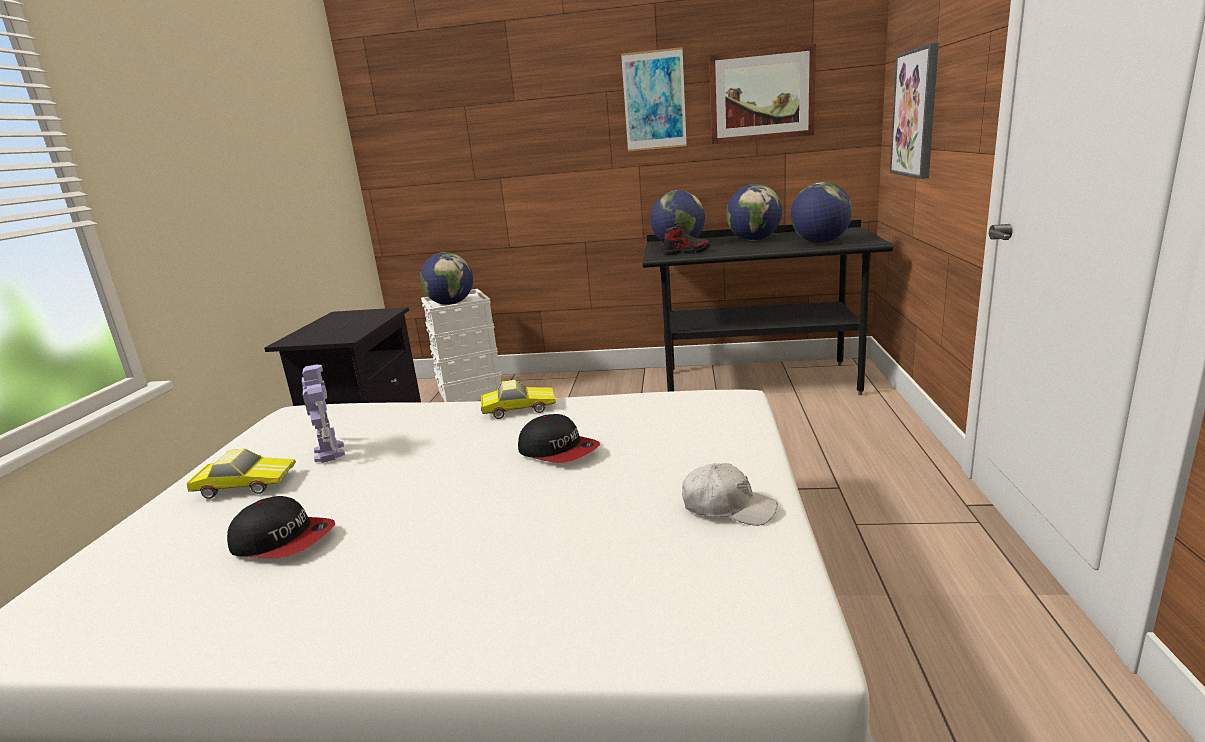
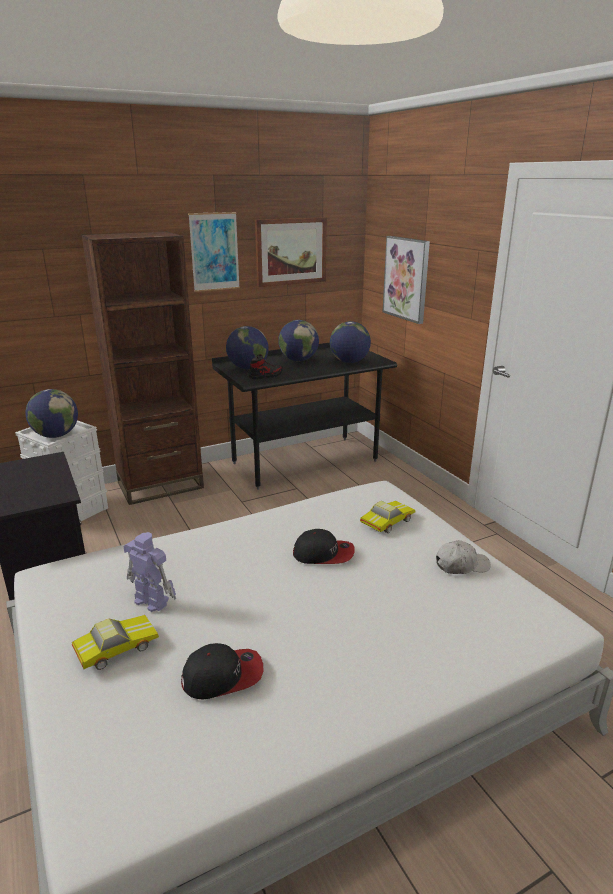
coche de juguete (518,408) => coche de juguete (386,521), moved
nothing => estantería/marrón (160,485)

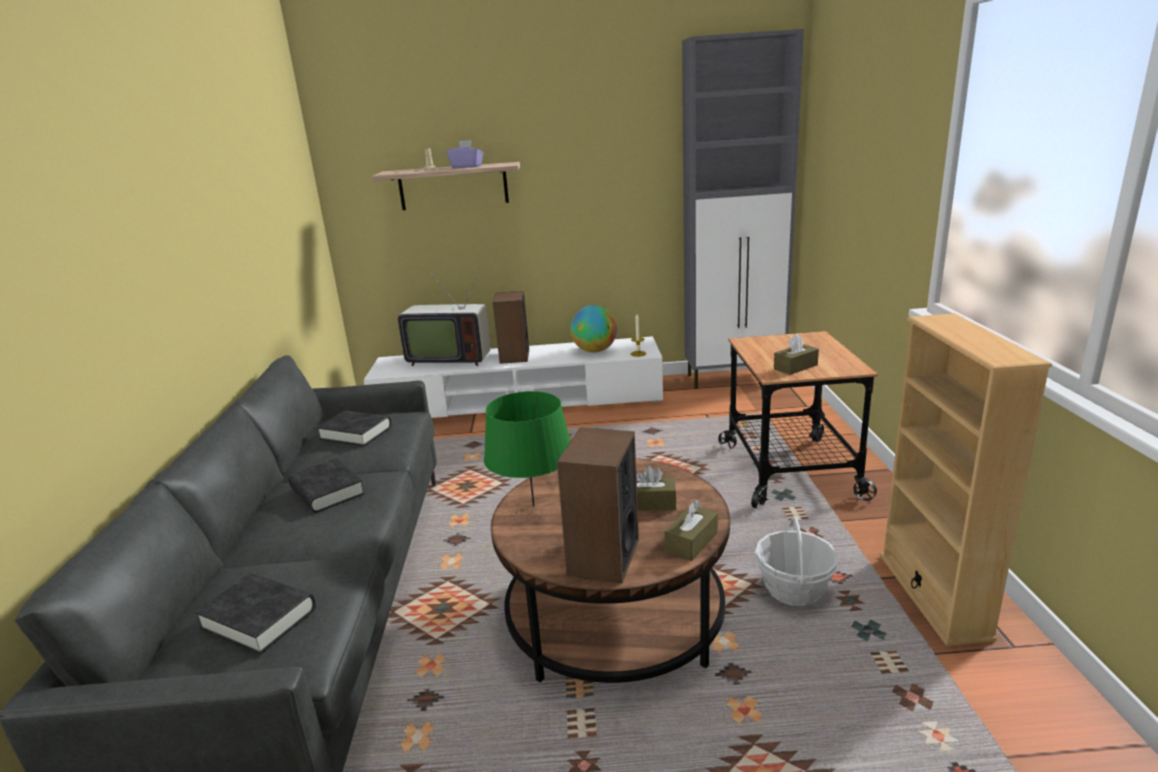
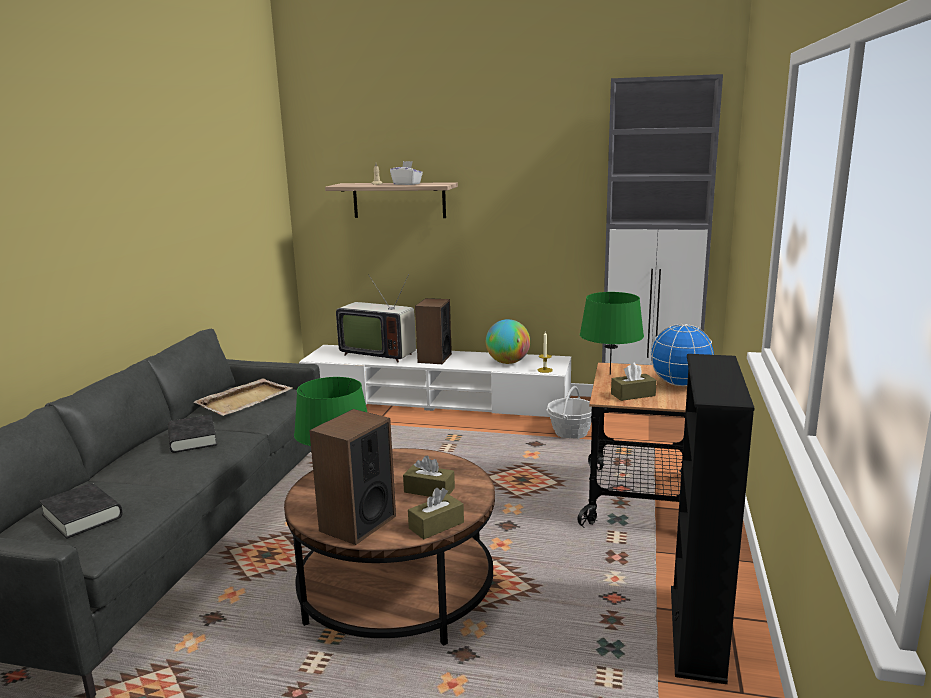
libro/negro (356,433) => bandeja/beis (245,399)
caja de pañuelos/morado (467,167) => caja de pañuelos/blanco (407,184)
cesta (794,590) => cesta (571,432), moved
estantería/beis (933,595) => estantería/negro (697,632)
nothing => lámpara de mesa/verde (609,374)
nothing => globo terráqueo (679,384)

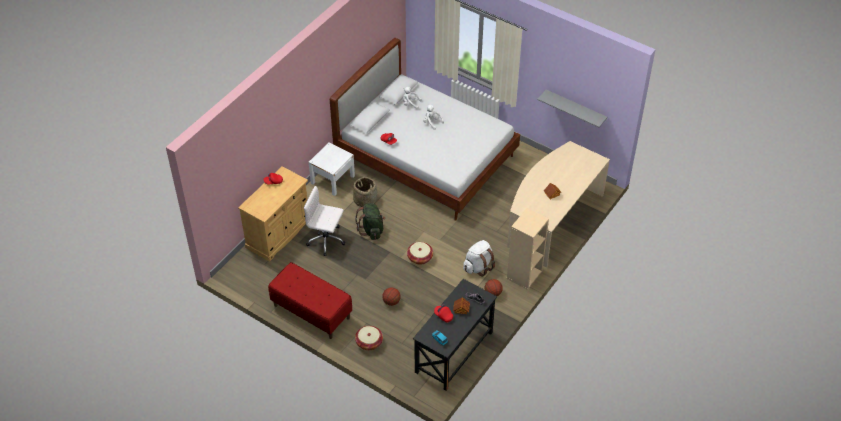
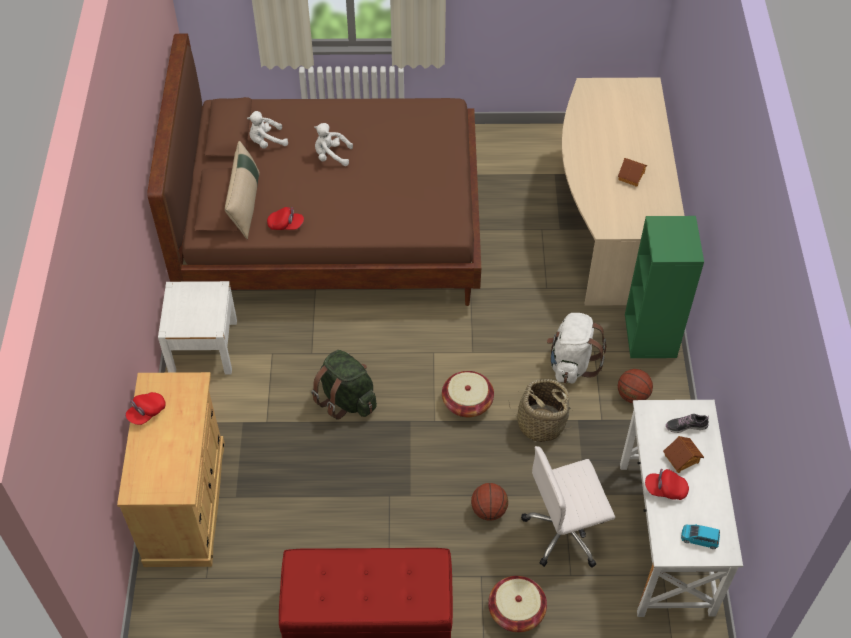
silla de oficina/blanco (326,240) => silla de oficina/blanco (565,532), moved
cama/blanco (426,158) => cama/marrón (332,226)
cesta (365,200) => cesta (540,423), moved
escritorio/negro (454,352) => escritorio/blanco (666,537)
estantería/beis (524,275) => estantería/verde (651,336)
estante/gris (575,109) => nothing
nothing => cojín/beis (245,204)

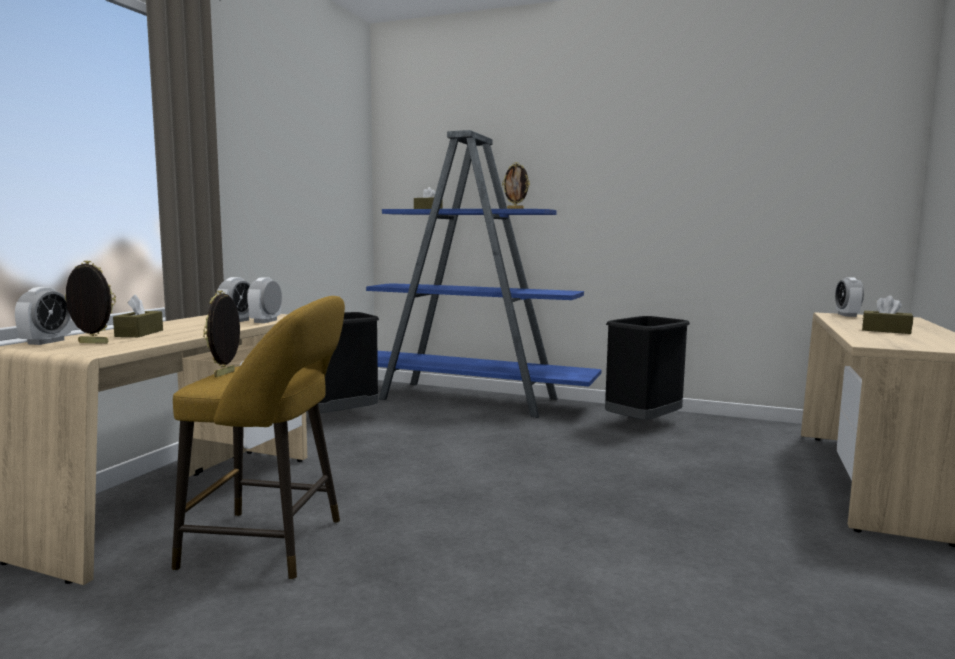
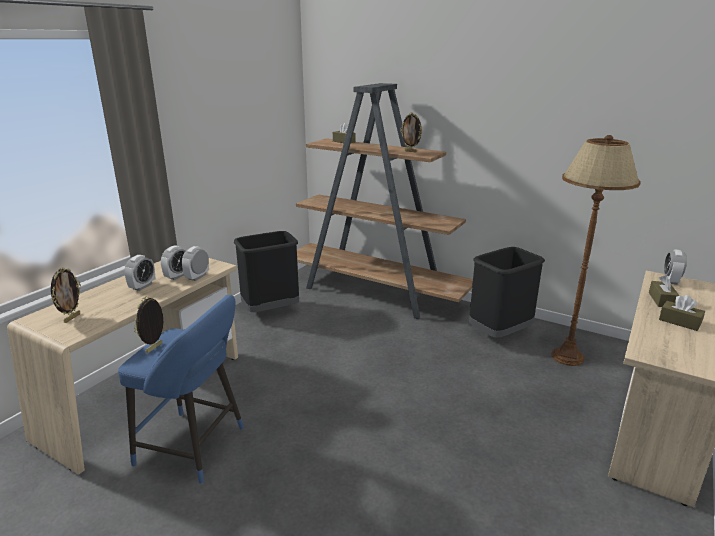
despertador (46,342) => despertador (142,286), moved
portarretratos (92,343) => portarretratos (71,318), 90 degrees clockwise
caja de pañuelos/marrón (139,333) => caja de pañuelos/marrón (662,300), moved
taburete/amarillo (272,545) => taburete/azul (196,447)
estantería/azul (471,399) => estantería/marrón (375,292)
nothing => lámpara de pie/marrón (567,357)

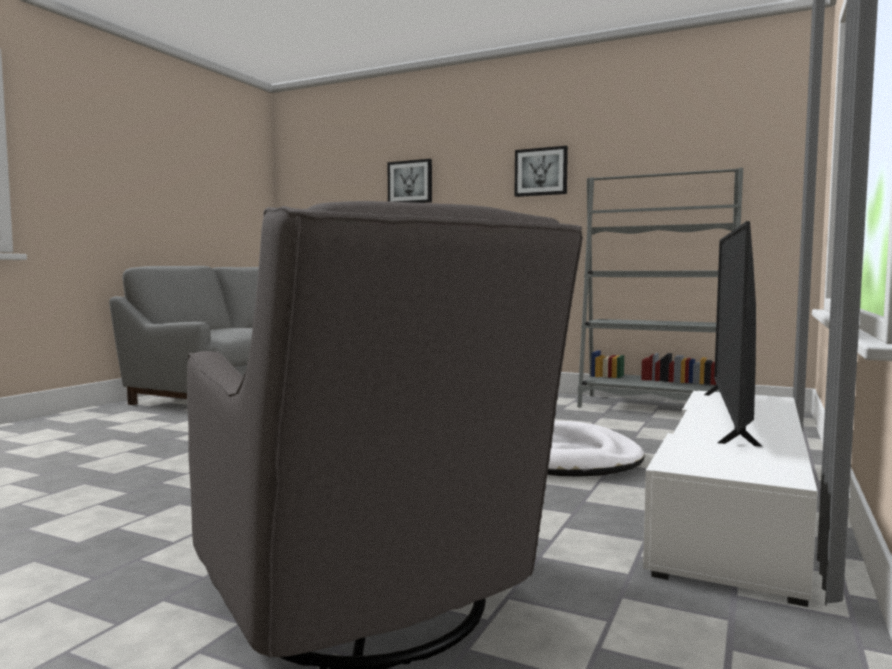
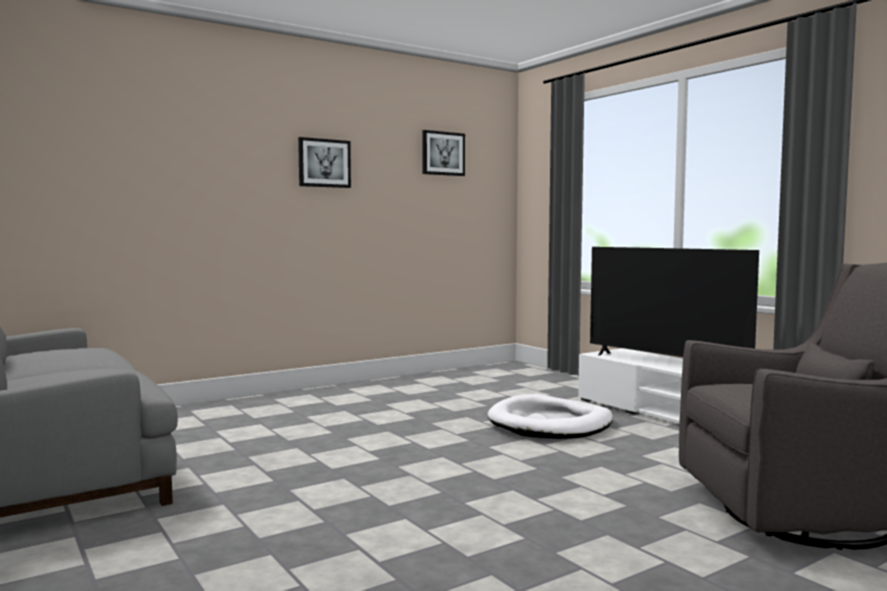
cuadro (410,182) => cuadro (443,153), moved
estantería/gris (654,407) => nothing

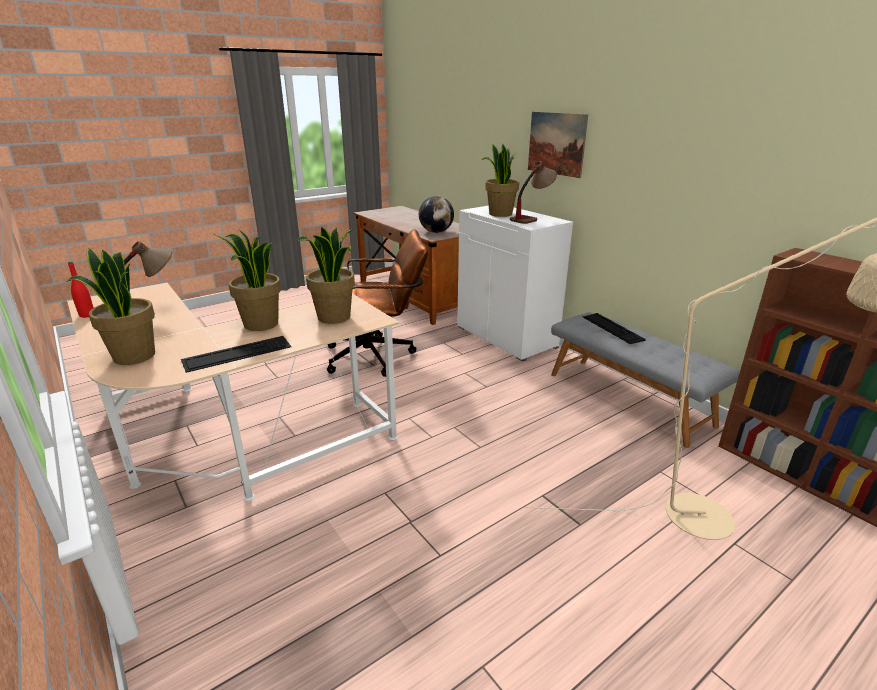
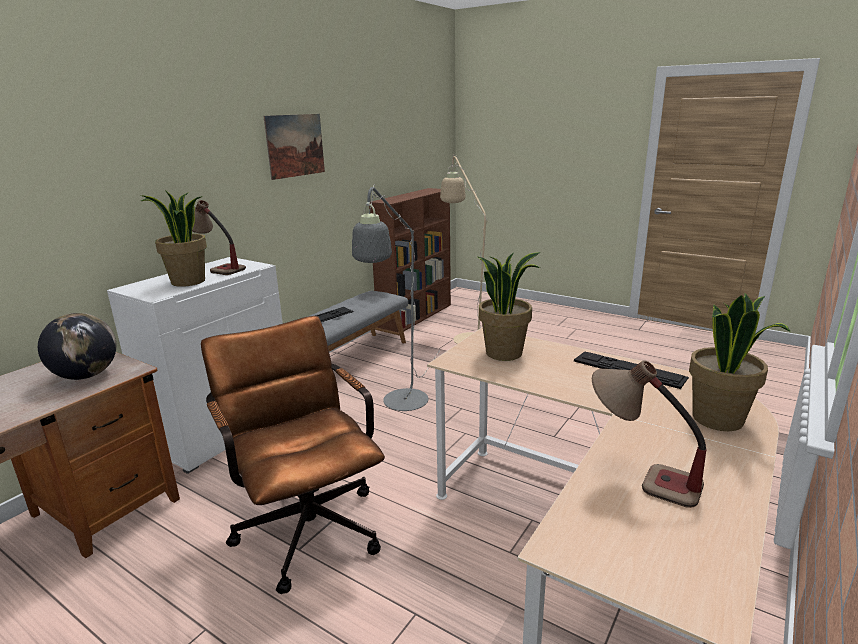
botella/rojo (87,315) => nothing
planta en maceta (260,324) => nothing
cuadro (556,144) => cuadro (295,145), moved
nothing => lámpara de pie/gris (402,405)

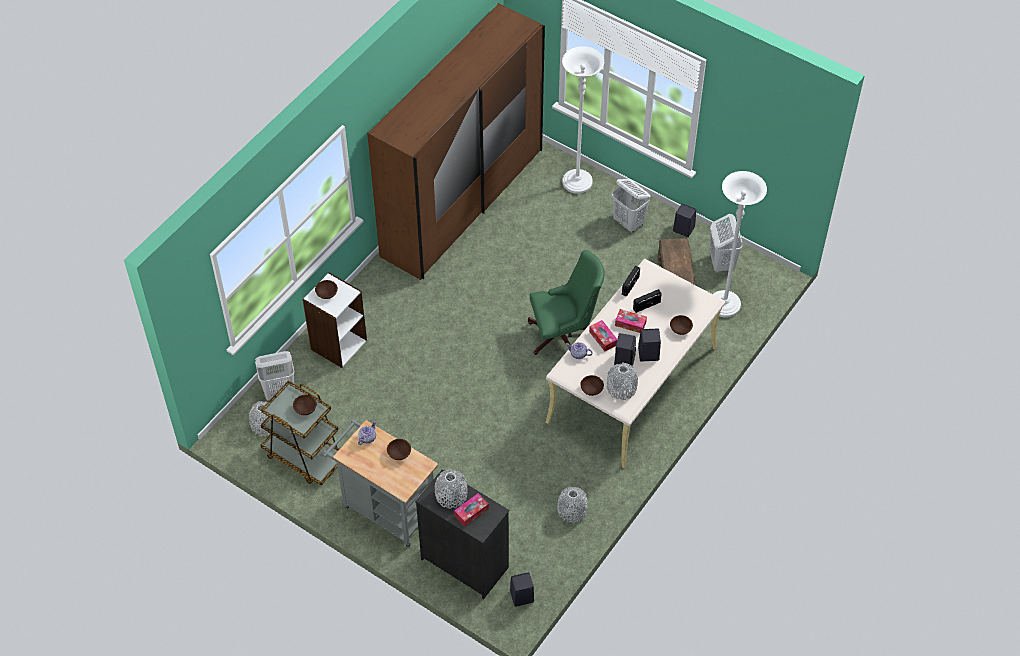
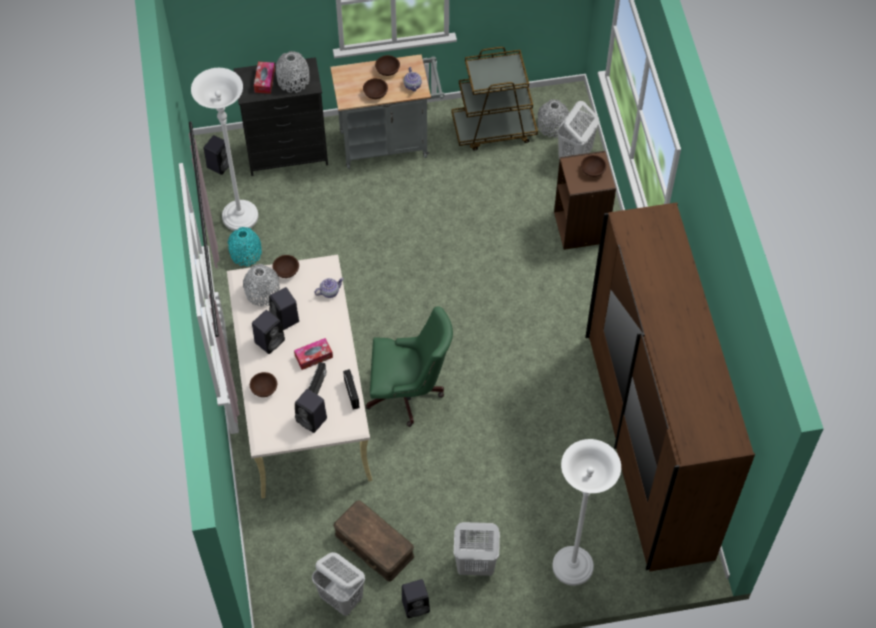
cuenco/marrón (305,408) => cuenco/marrón (388,70), moved
estantería/blanco (338,344) => estantería/marrón (581,227)
silla de oficina/verde (564,335) => silla de oficina/verde (409,393), 120 degrees counterclockwise
florero/gris (572,510) => florero/turquesa (246,253)
caja de pañuelos (603,338) => nothing
lámpara de pie/blanco (724,305) => lámpara de pie/blanco (240,217), moved
nothing => altavoz/negro (312,420)

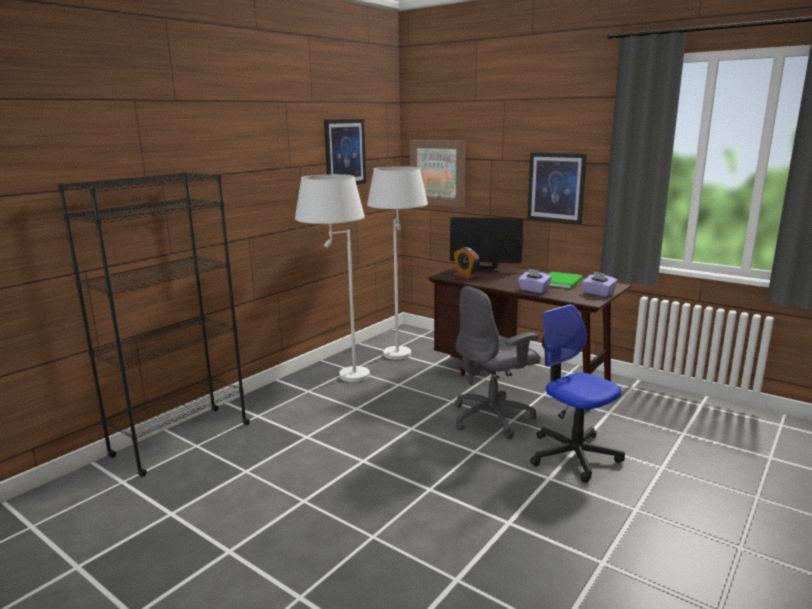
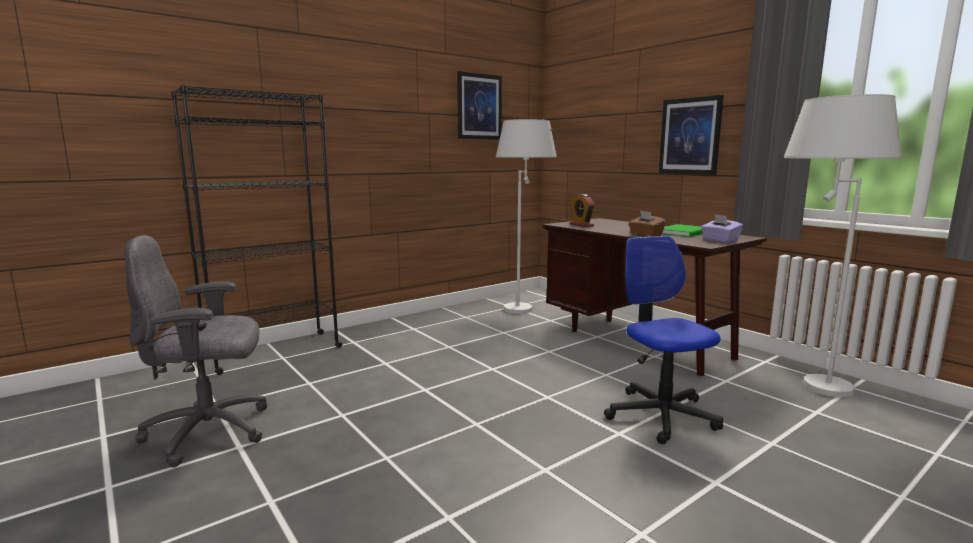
lámpara de pie/blanco (338,379) => lámpara de pie/blanco (807,389), moved
cuadro (438,172) => nothing
monitor (485,269) => nothing
silla de oficina/gris (493,418) => silla de oficina/gris (210,432), moved
caja de pañuelos/morado (533,290) => caja de pañuelos/marrón (645,235)

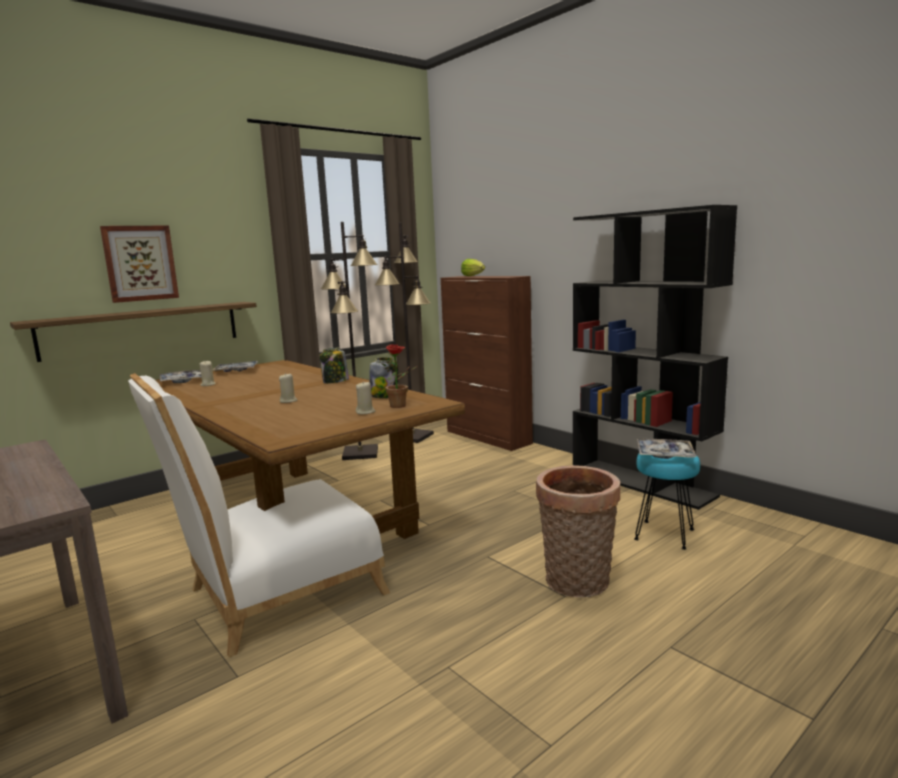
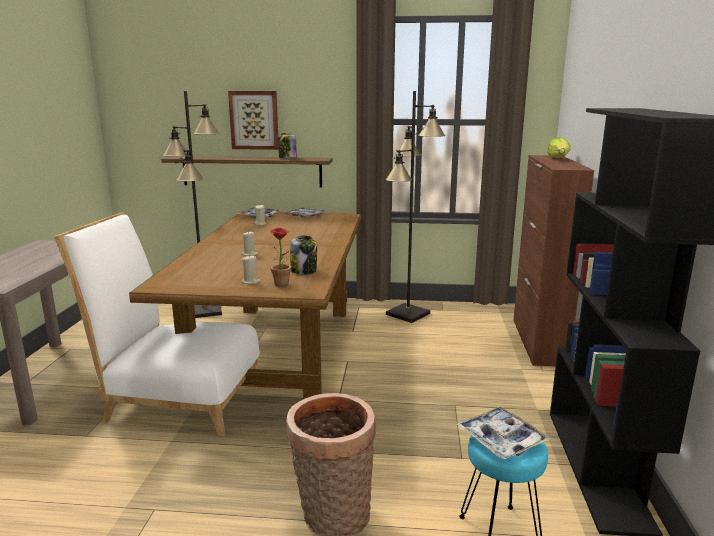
tarro (335,382) => tarro (287,158), moved
lámpara de pie/negro (413,436) => lámpara de pie/negro (205,311), moved

